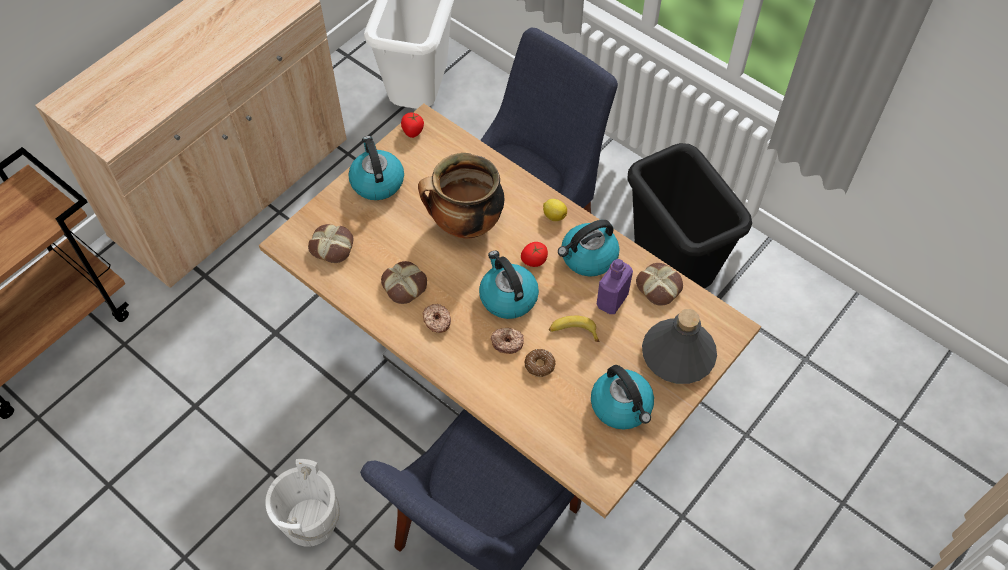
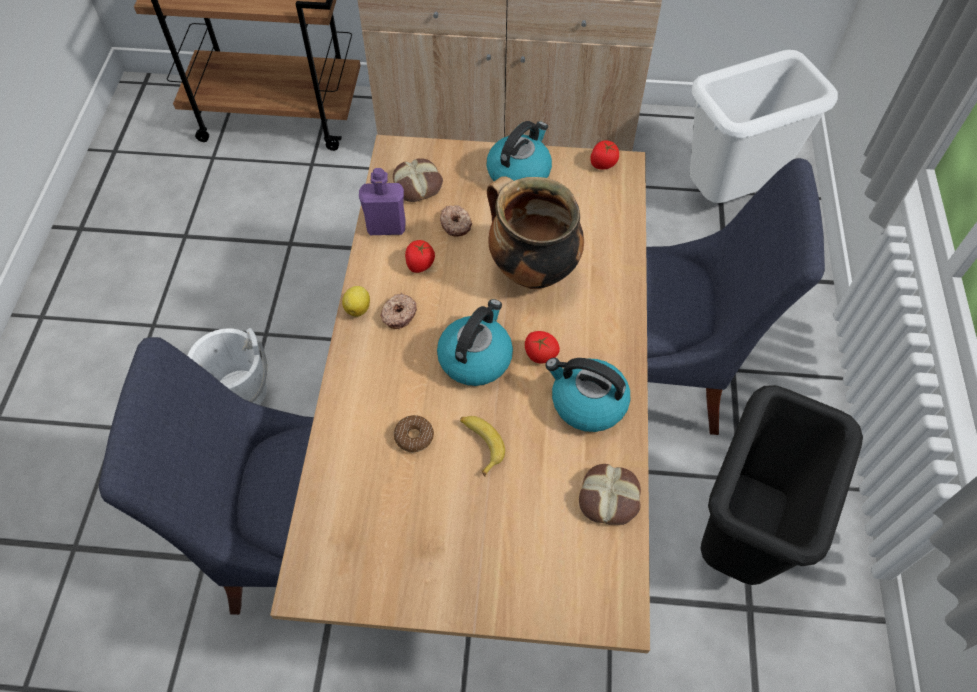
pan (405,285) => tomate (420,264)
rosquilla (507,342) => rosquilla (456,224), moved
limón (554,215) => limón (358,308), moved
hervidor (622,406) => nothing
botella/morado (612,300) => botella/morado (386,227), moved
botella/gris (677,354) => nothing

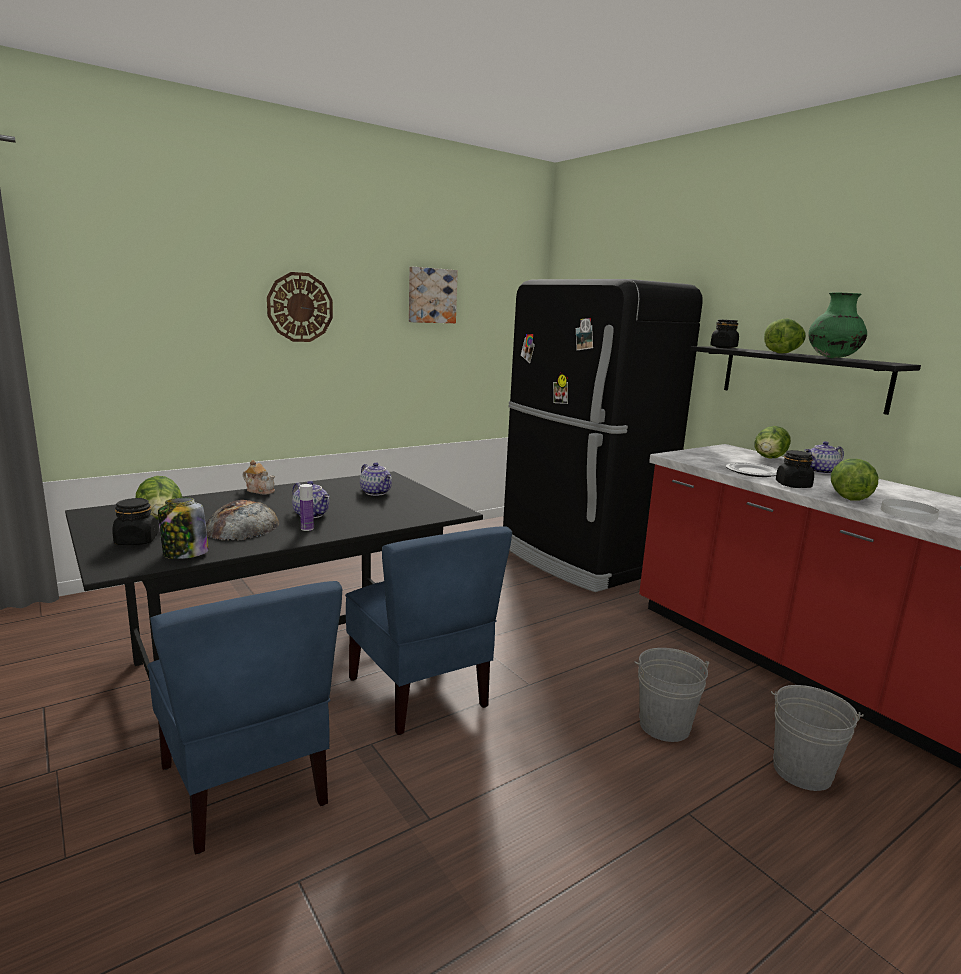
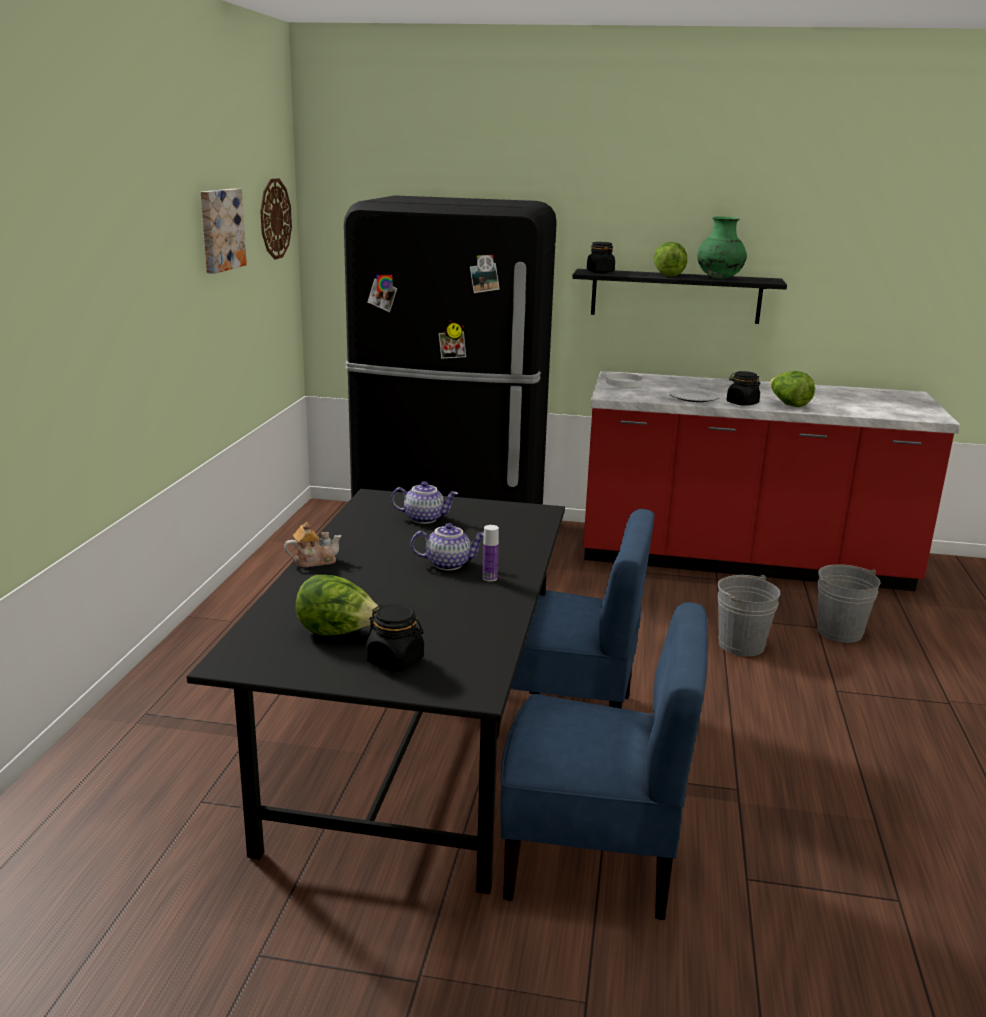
tarro (185,554) => nothing
pan (242,526) => nothing
reloj de pared (300,307) => reloj de pared (275,219), moved
lechuga (769,459) => nothing
tetera (821,471) => nothing
plato/blanco (908,513) => plato/blanco (623,382), moved

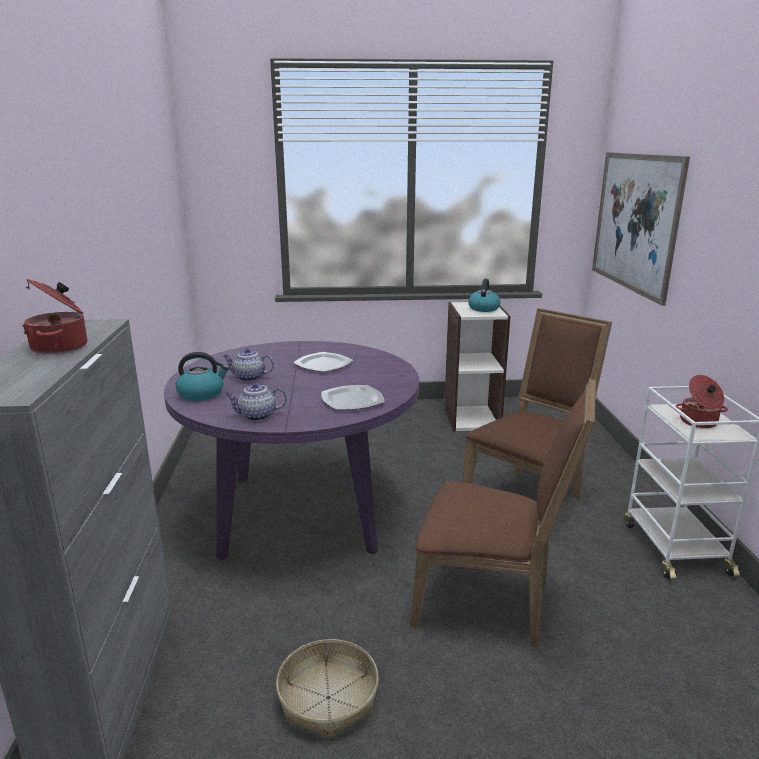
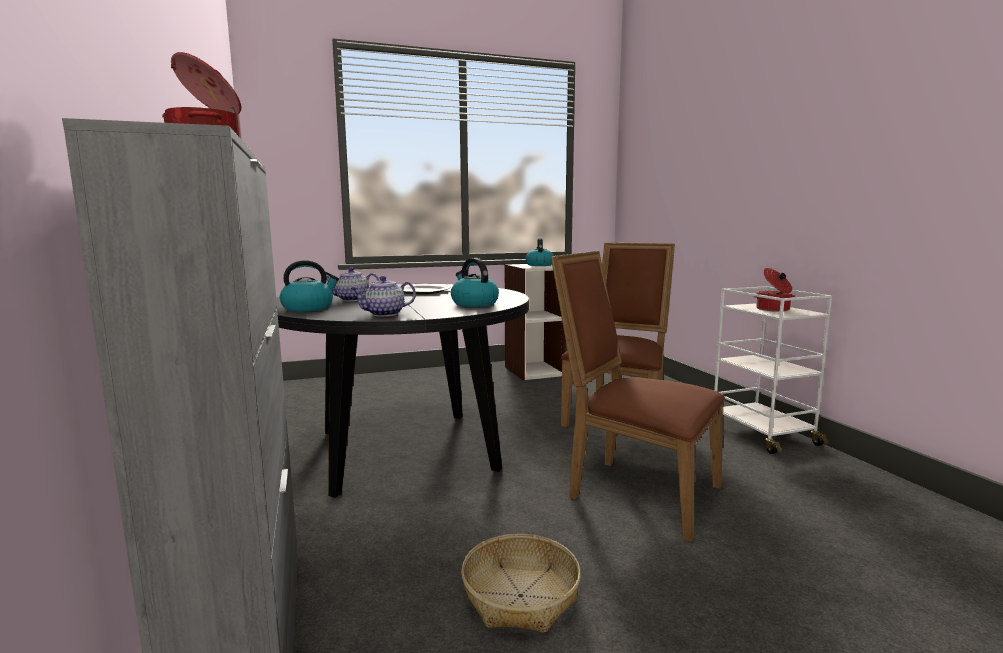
mesa de comedor/morado (301,512) => mesa de comedor/negro (406,450)
plato (352,400) => hervidor (474,303)
silla/marrón (491,602) => silla/marrón (636,491), 150 degrees counterclockwise
cuadro (634,222) => nothing

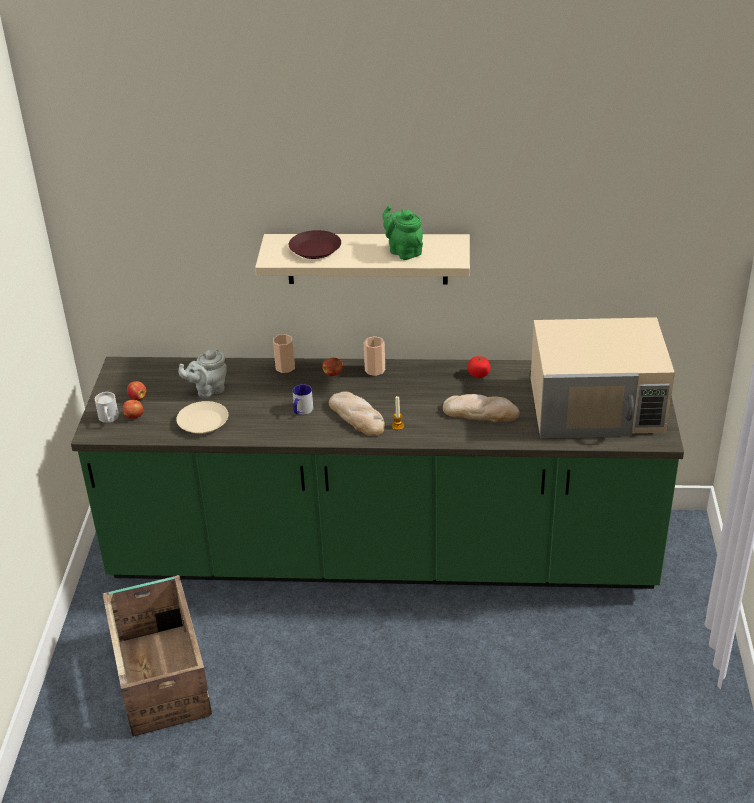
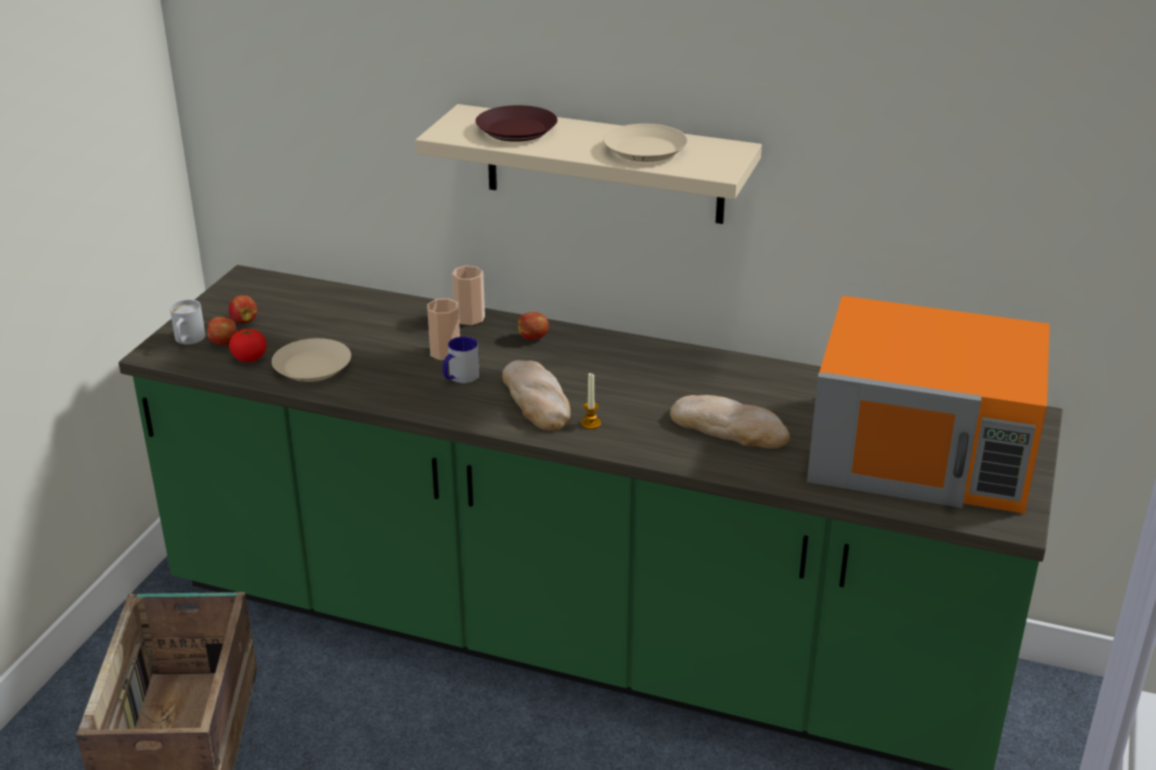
tetera/gris (208,390) => nothing
taza (375,370) => taza (445,352), moved
tetera/verde (403,251) => plato/beis (646,150)
tomate (478,374) => tomate (249,358), moved
microondas/beis (597,405) => microondas/naranja (923,452)

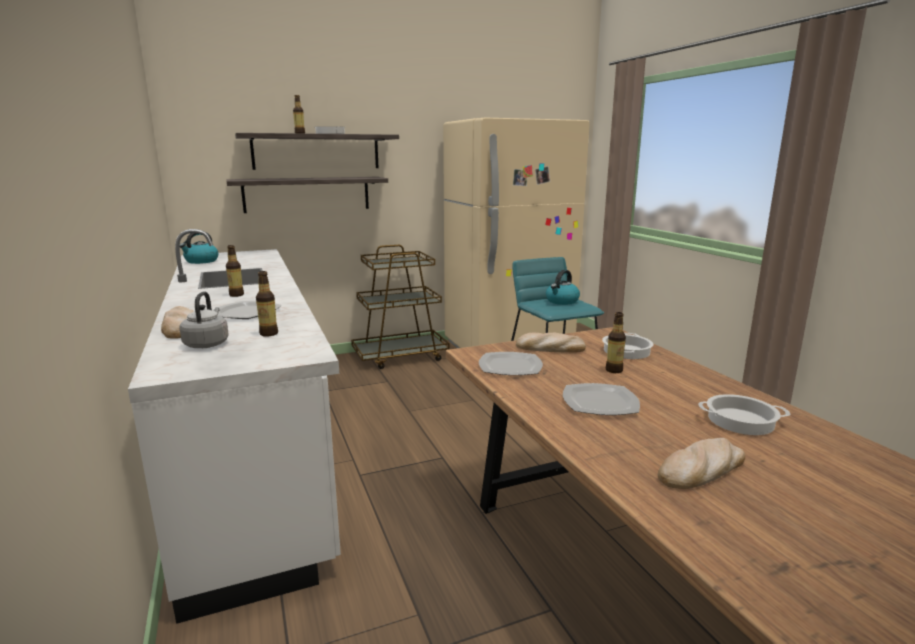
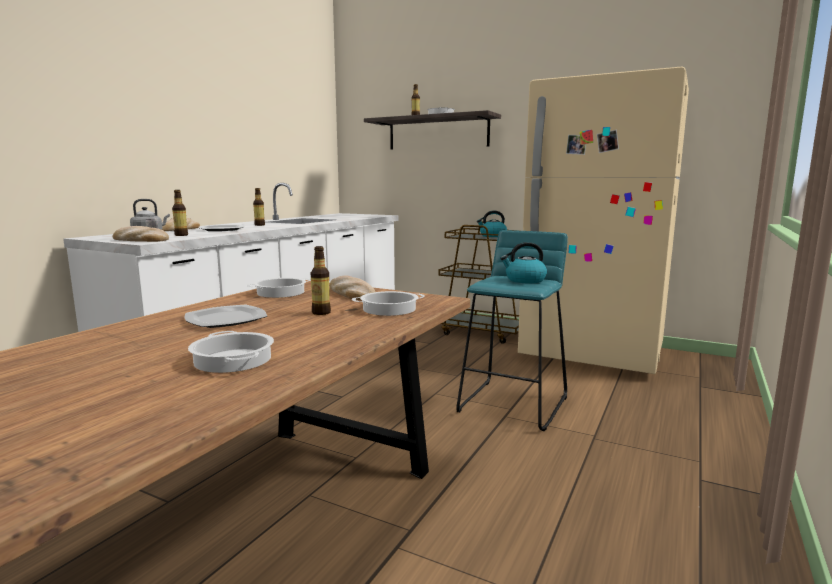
hervidor (201,261) => hervidor (492,236), moved
estante (307,194) => nothing
plato (509,366) => olla (281,292)
pan (701,469) => pan (139,240), moved

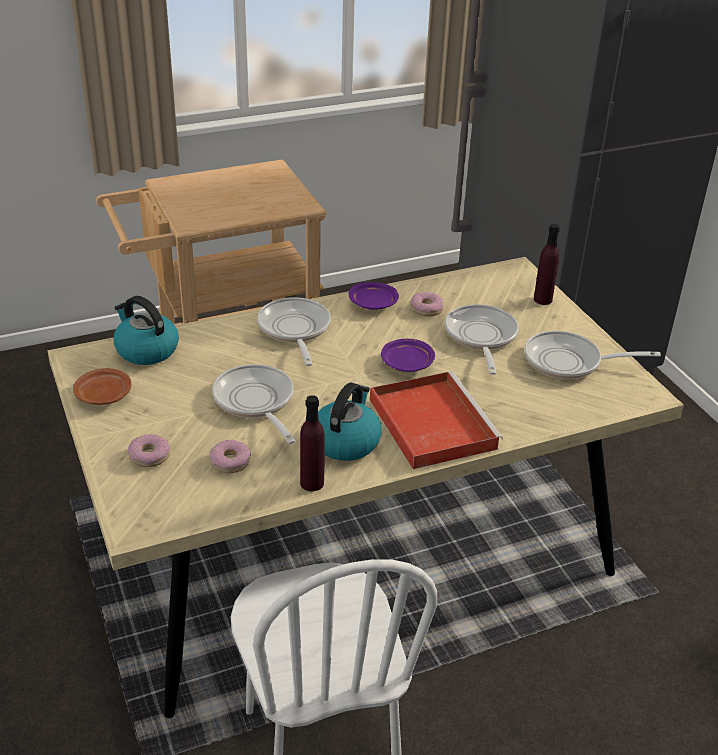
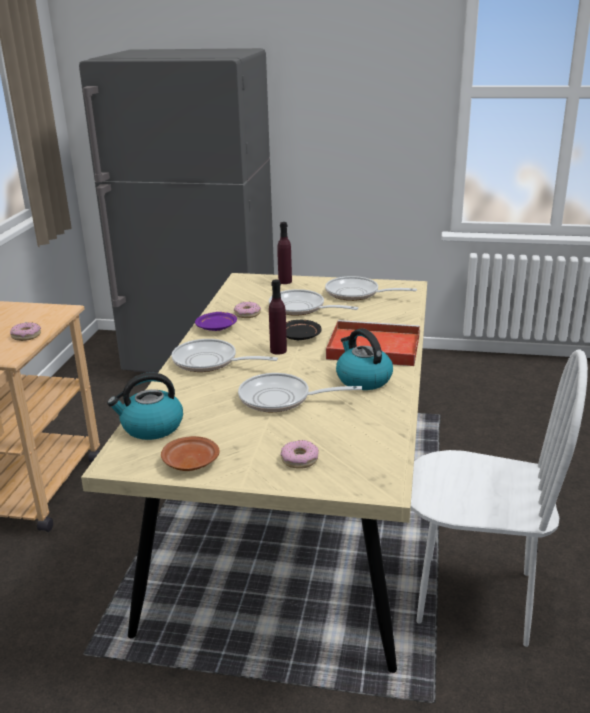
rosquilla (230,462) => rosquilla (26,336), moved
botella/morado (312,483) => botella/morado (278,350), moved
plato/morado (407,363) => plato/negro (300,336)
sartén (569,362) => sartén (356,294), 75 degrees clockwise

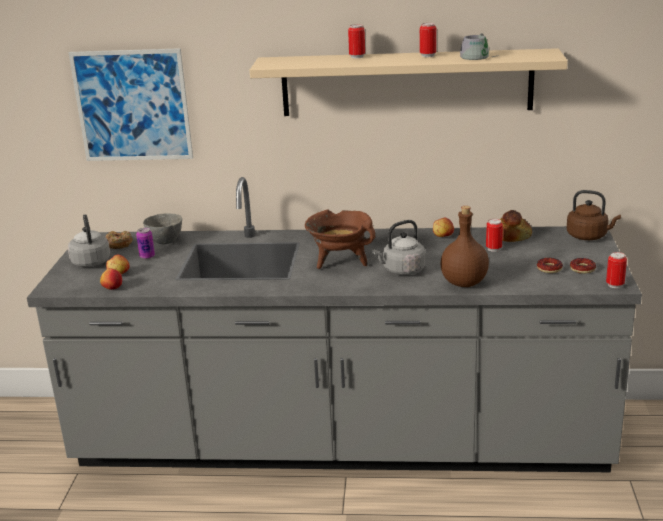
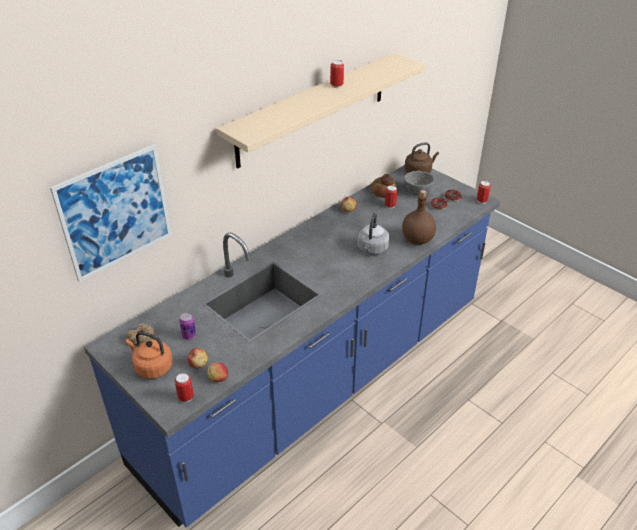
mueble bajo de cocina/gris (340,442) => mueble bajo de cocina/azul (318,381)
hervidor/gris (91,261) => hervidor/naranja (152,367)
cuenco/gris (165,242) => cuenco/gris (417,193), moved
olla/marrón (340,262) => nothing
lata (357,57) => lata (186,397), moved
taza grande/gris (479,56) => nothing

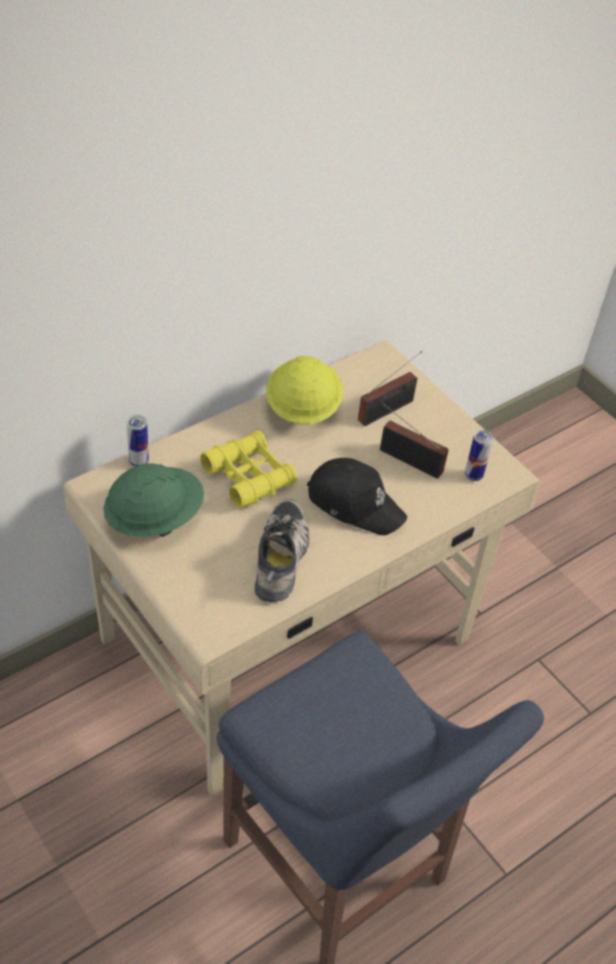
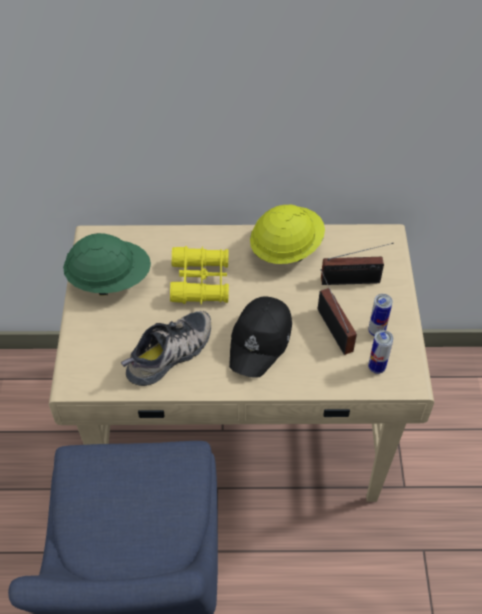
lata (139,462) => lata (376,331), moved
gorra/negro (355,503) => gorra/negro (261,341), 45 degrees clockwise

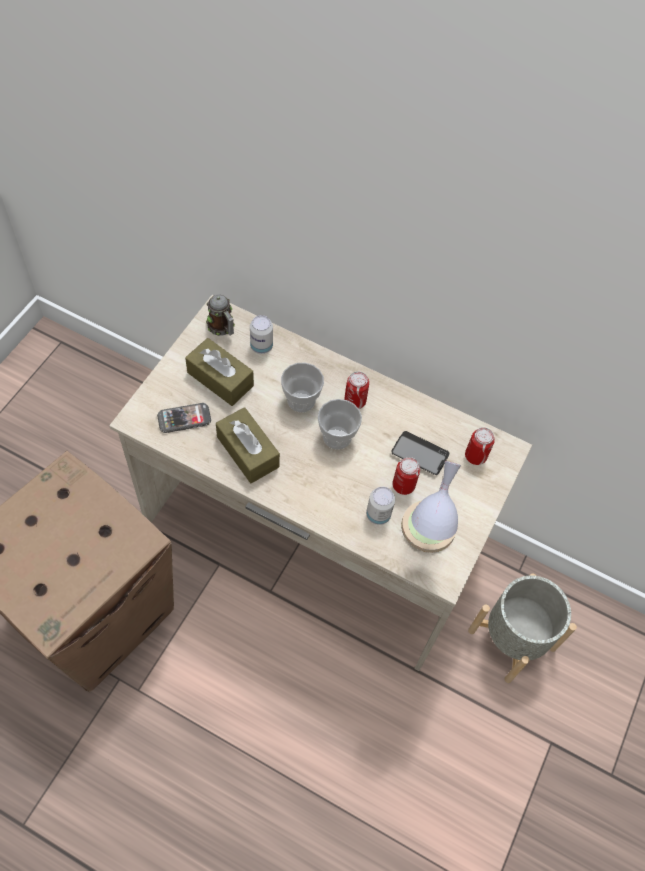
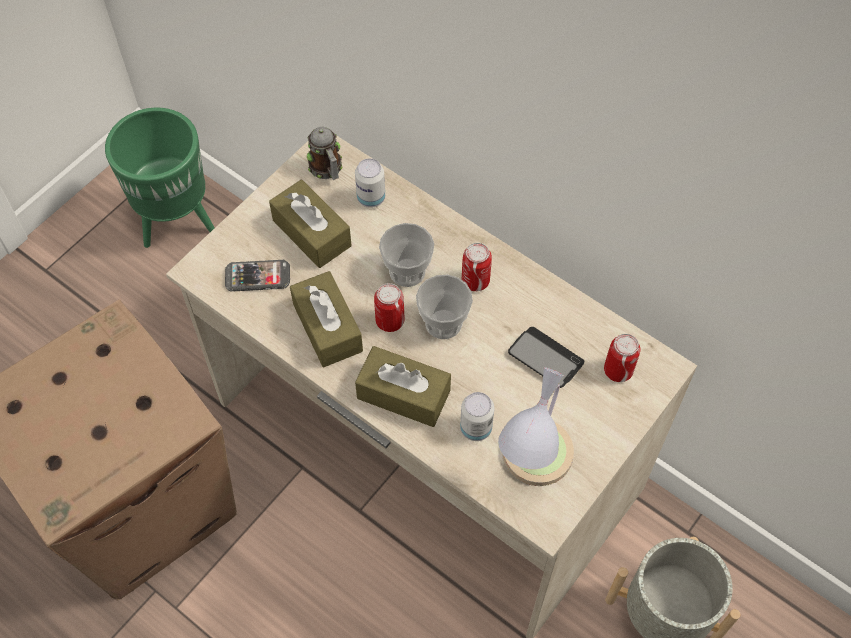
lata (403,485) => lata (390,321), moved
nothing => maceta/verde (178,222)
nothing => caja de pañuelos/marrón (403,394)

